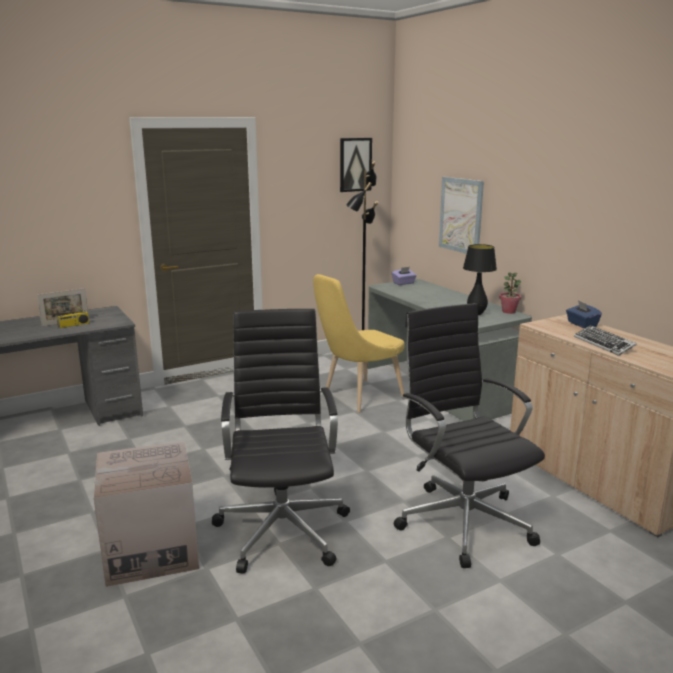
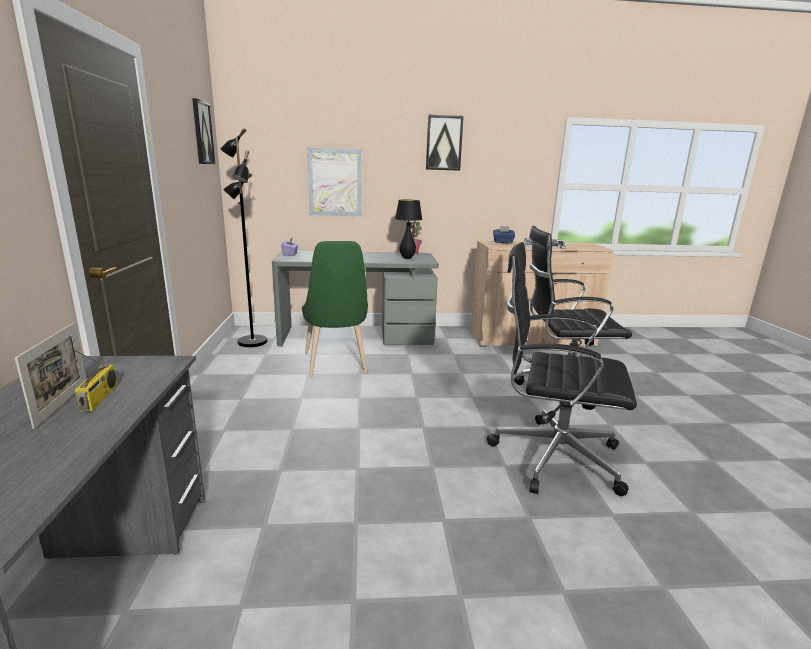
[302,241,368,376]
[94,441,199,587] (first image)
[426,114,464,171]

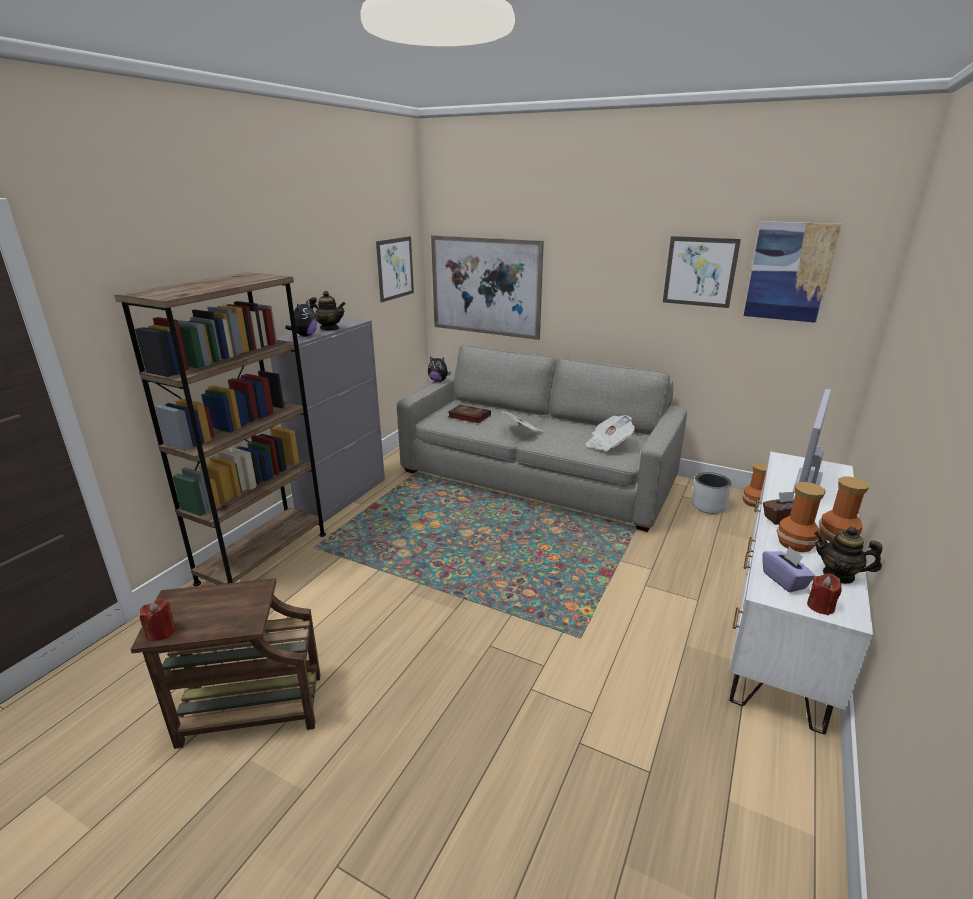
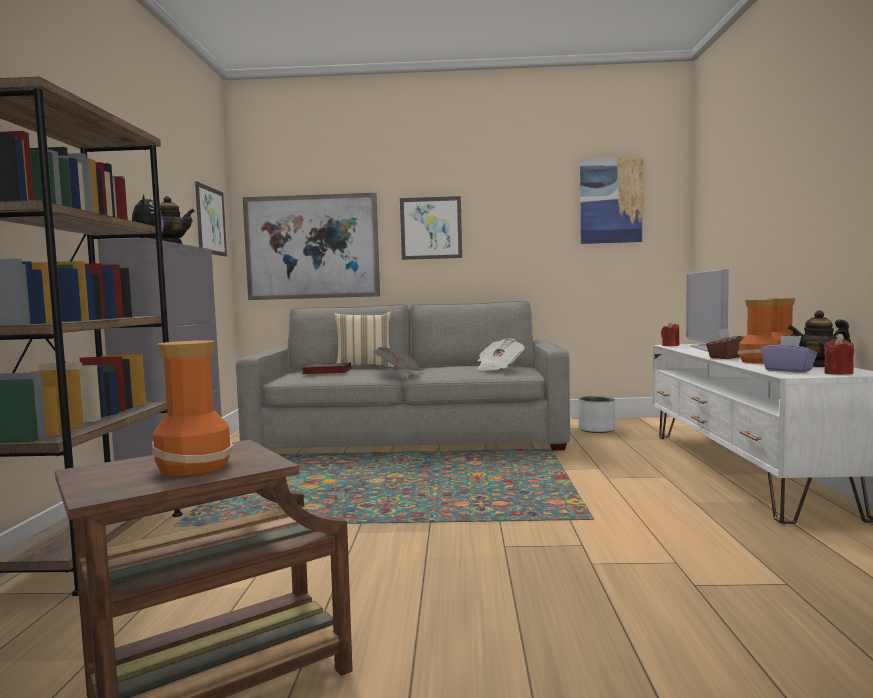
[400,196,462,260]
[428,356,451,382] (first image)
[152,340,233,476]
[661,322,680,346]
[334,311,394,368]

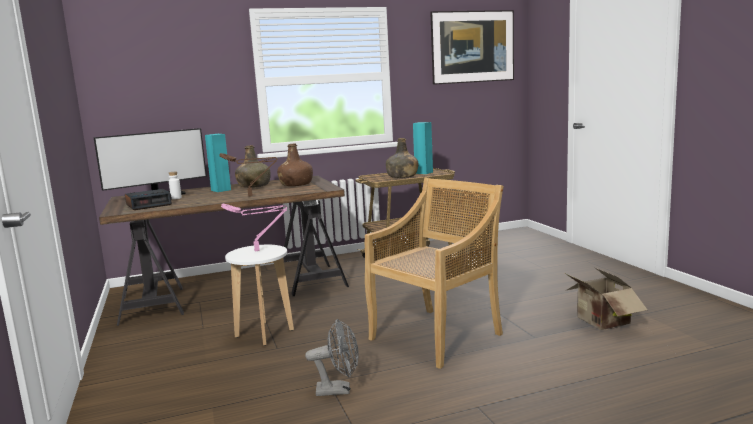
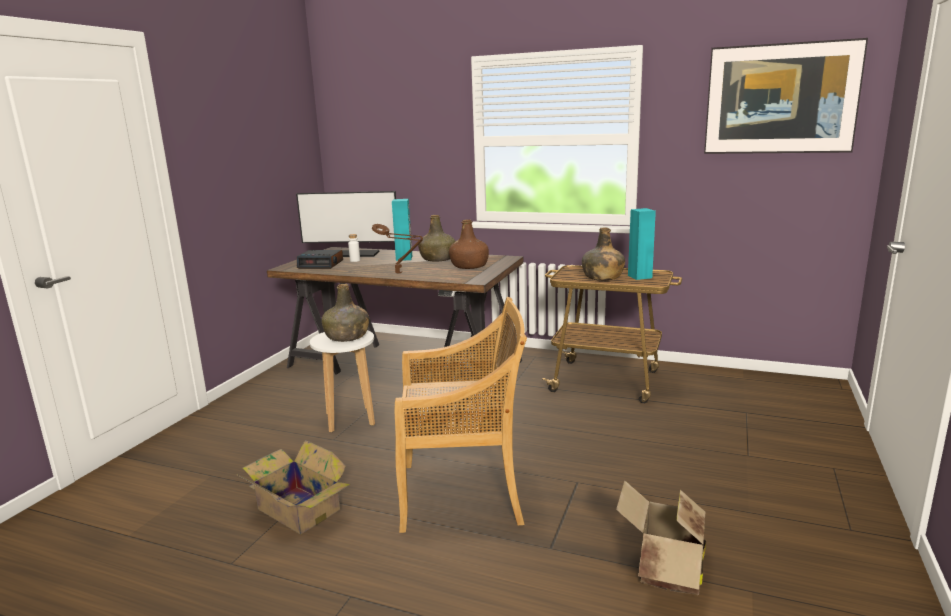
[322,284,369,342]
[236,440,350,535]

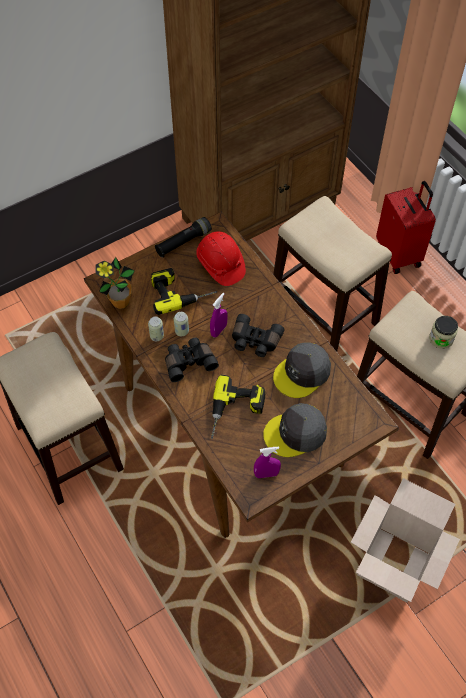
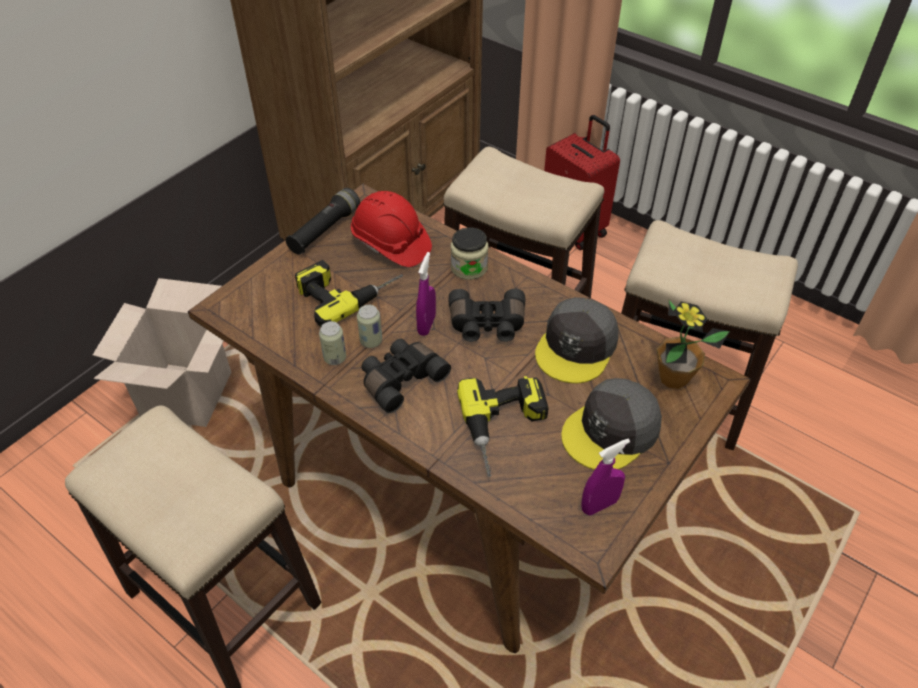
[657,300,730,389]
[451,227,488,280]
[93,278,231,427]

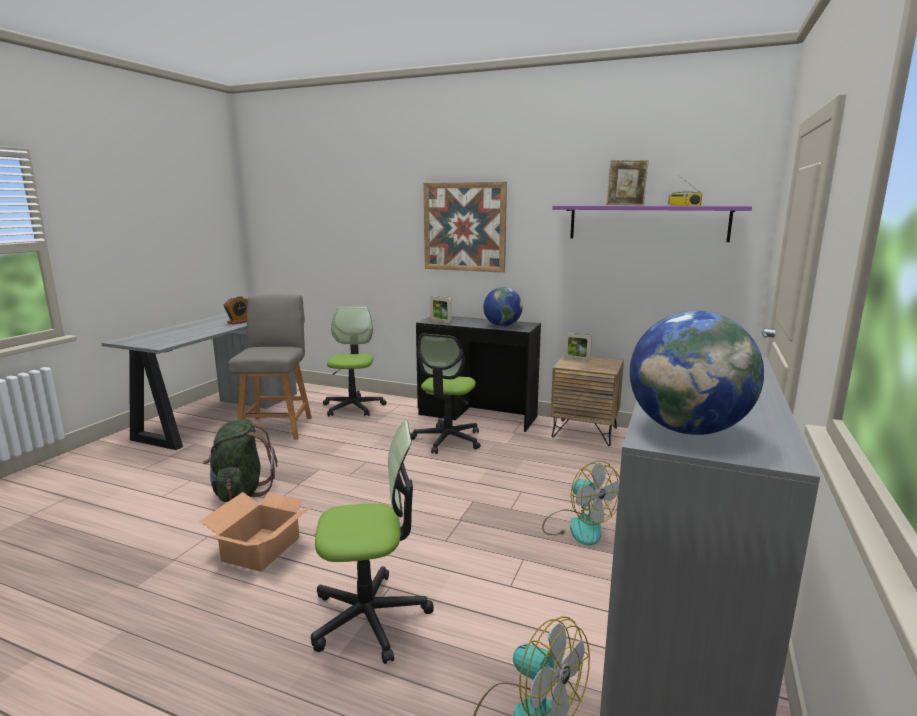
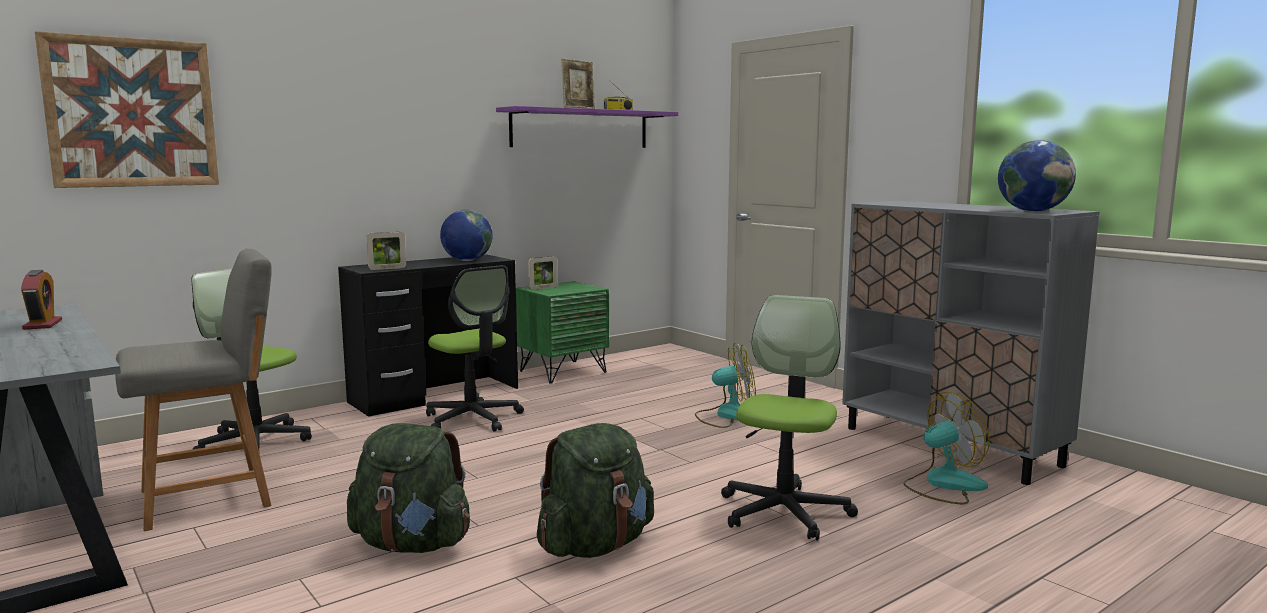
[35,31,219,188]
[115,249,272,531]
[516,281,609,384]
[537,423,654,558]

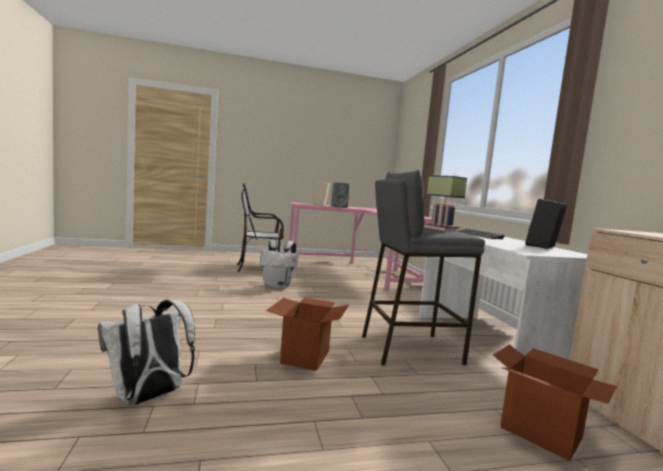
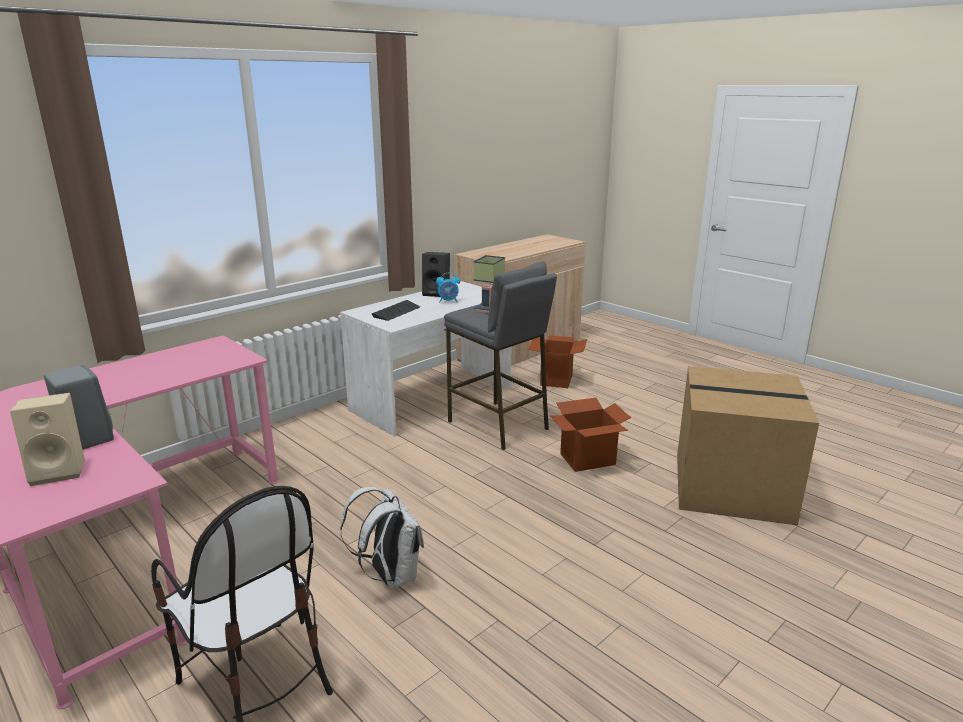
[677,366,819,526]
[436,273,460,303]

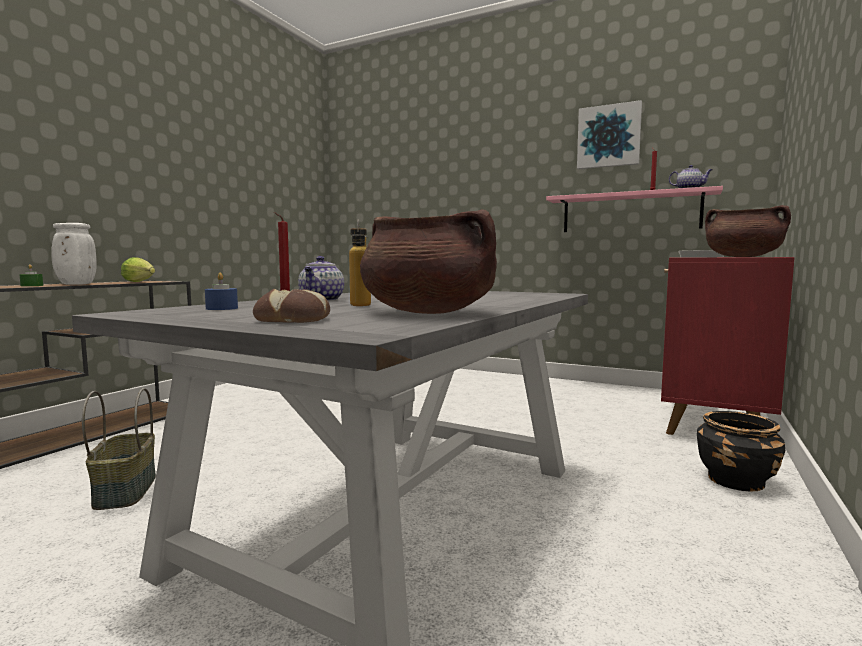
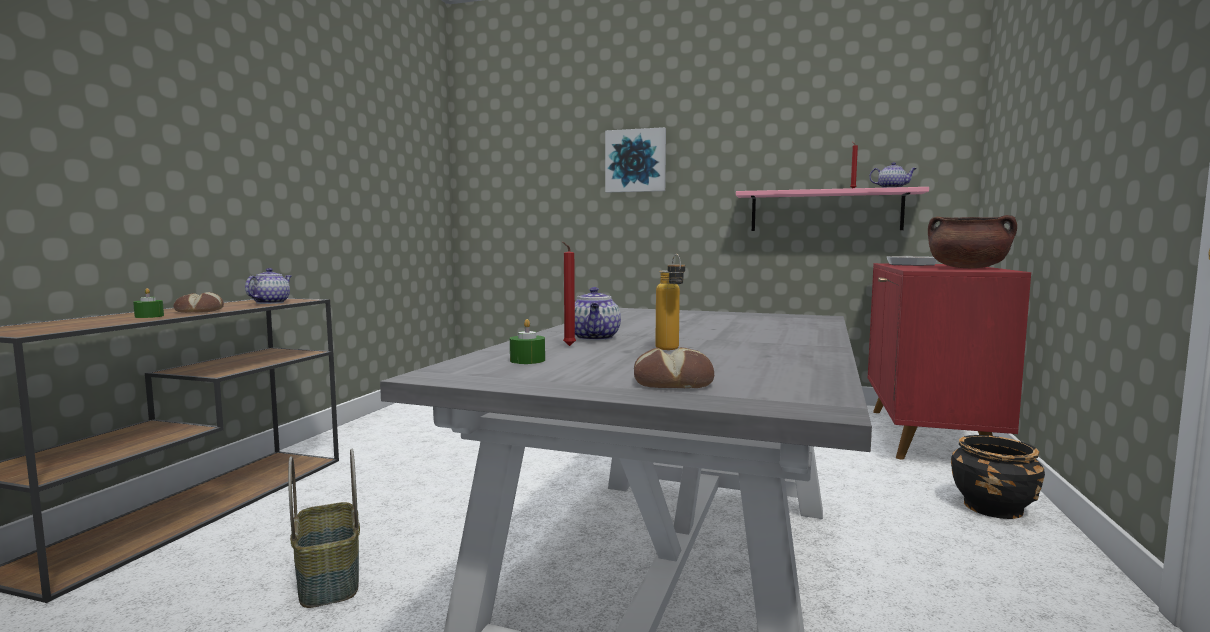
[605,127,666,192]
[360,209,497,314] (first image)
[173,292,224,313]
[245,268,291,304]
[510,319,545,364]

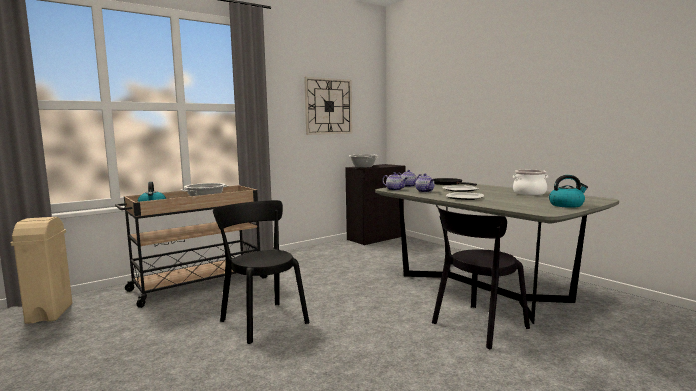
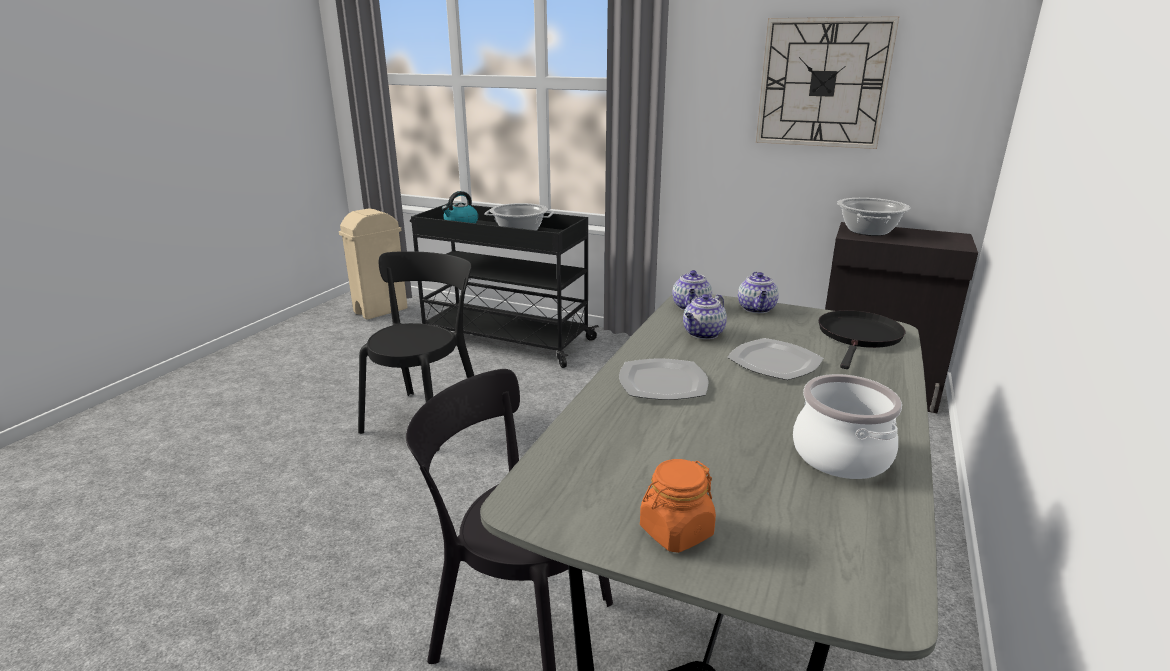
[640,459,716,553]
[410,203,599,368]

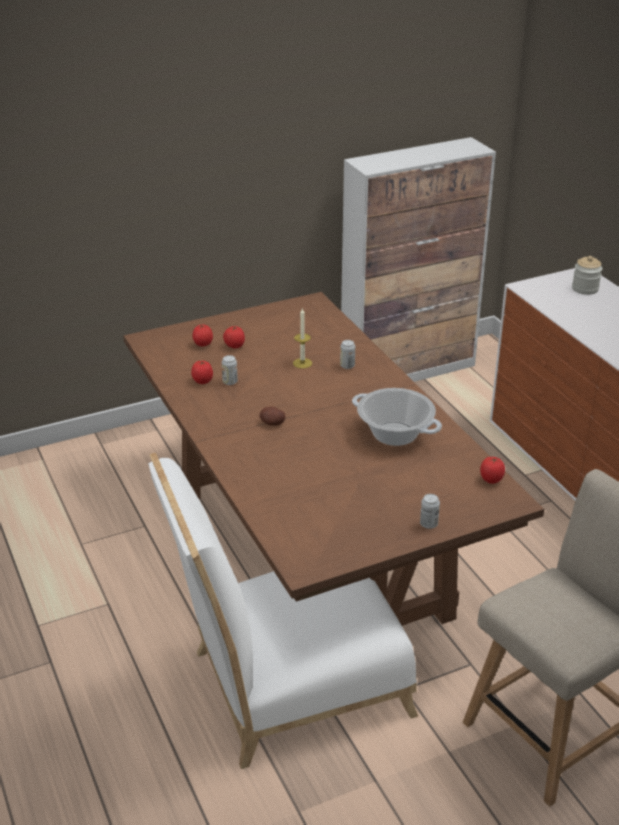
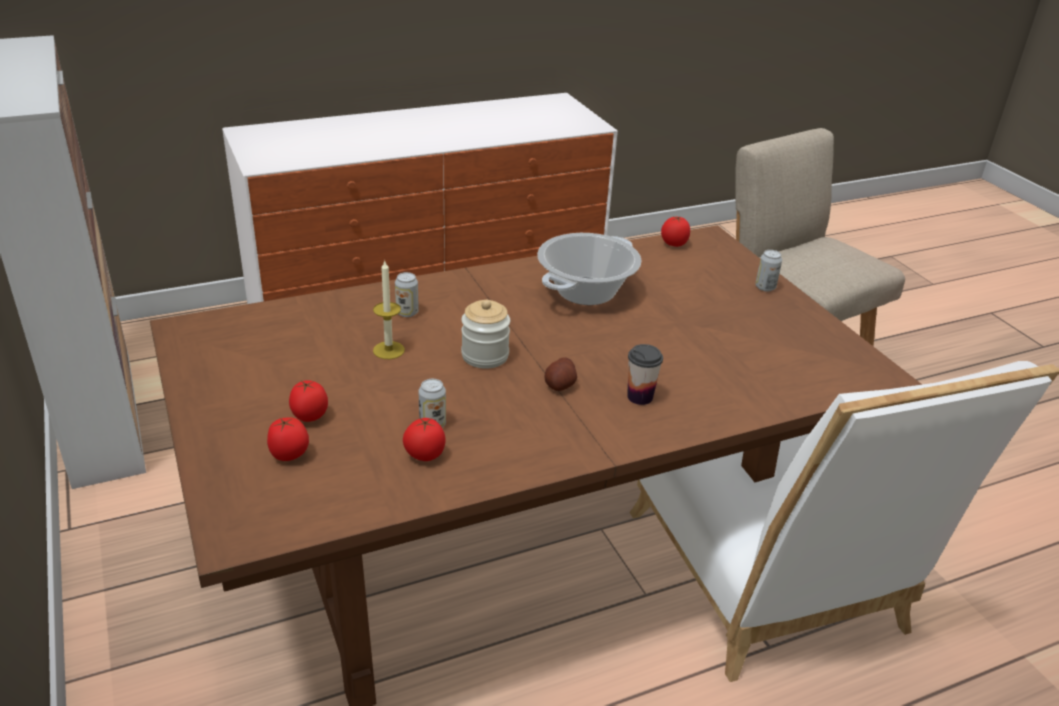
[461,300,510,369]
[627,344,663,405]

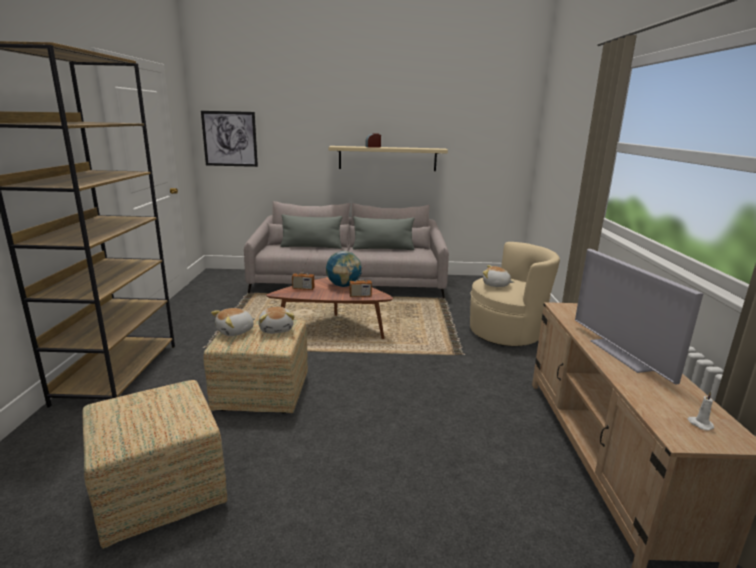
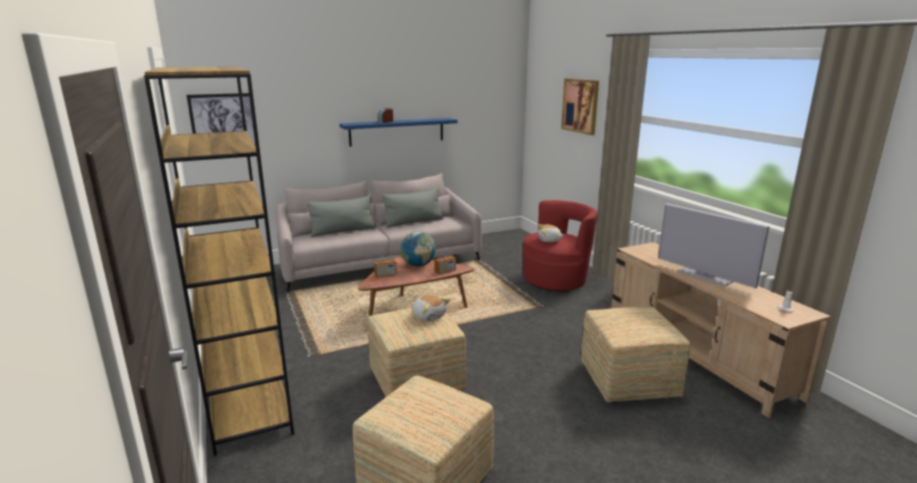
[339,118,457,147]
[522,200,597,291]
[211,308,256,336] (first image)
[561,78,599,135]
[581,307,690,403]

